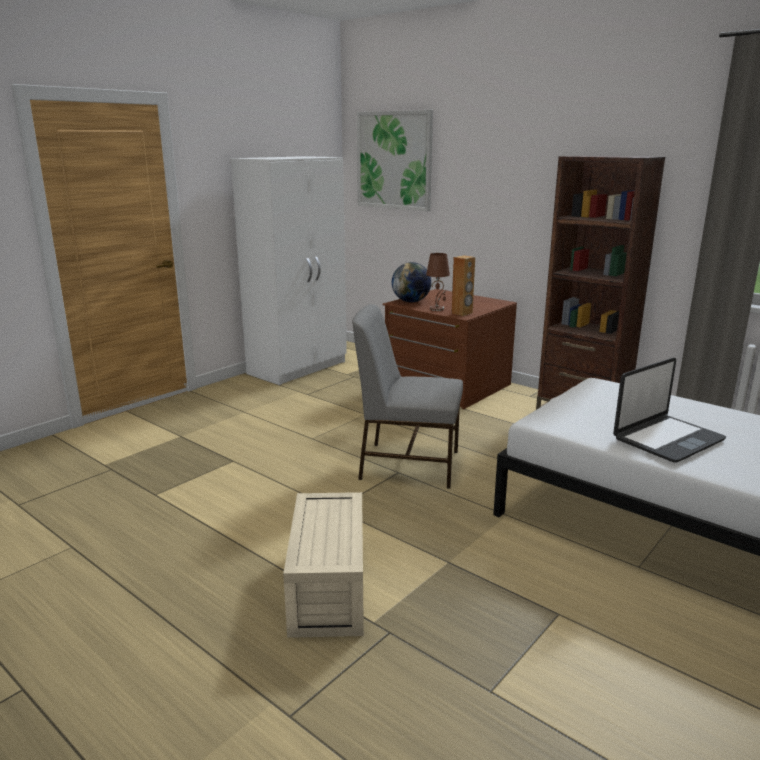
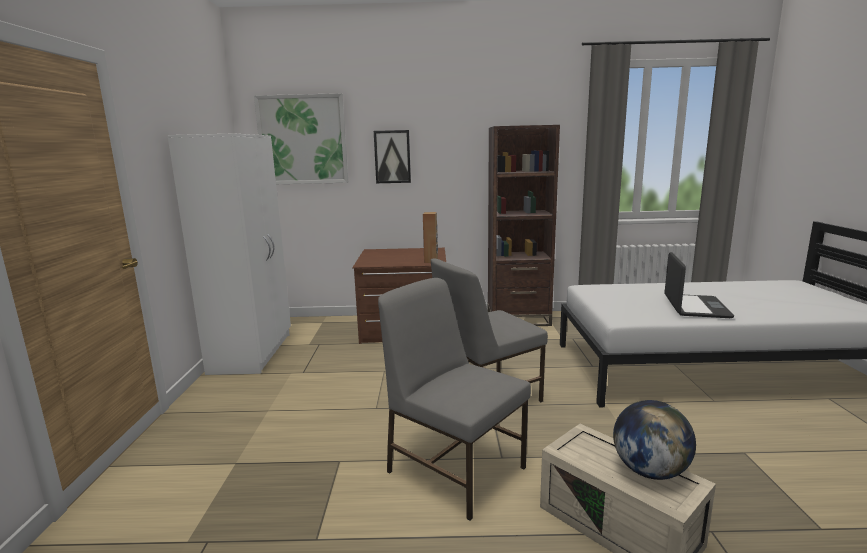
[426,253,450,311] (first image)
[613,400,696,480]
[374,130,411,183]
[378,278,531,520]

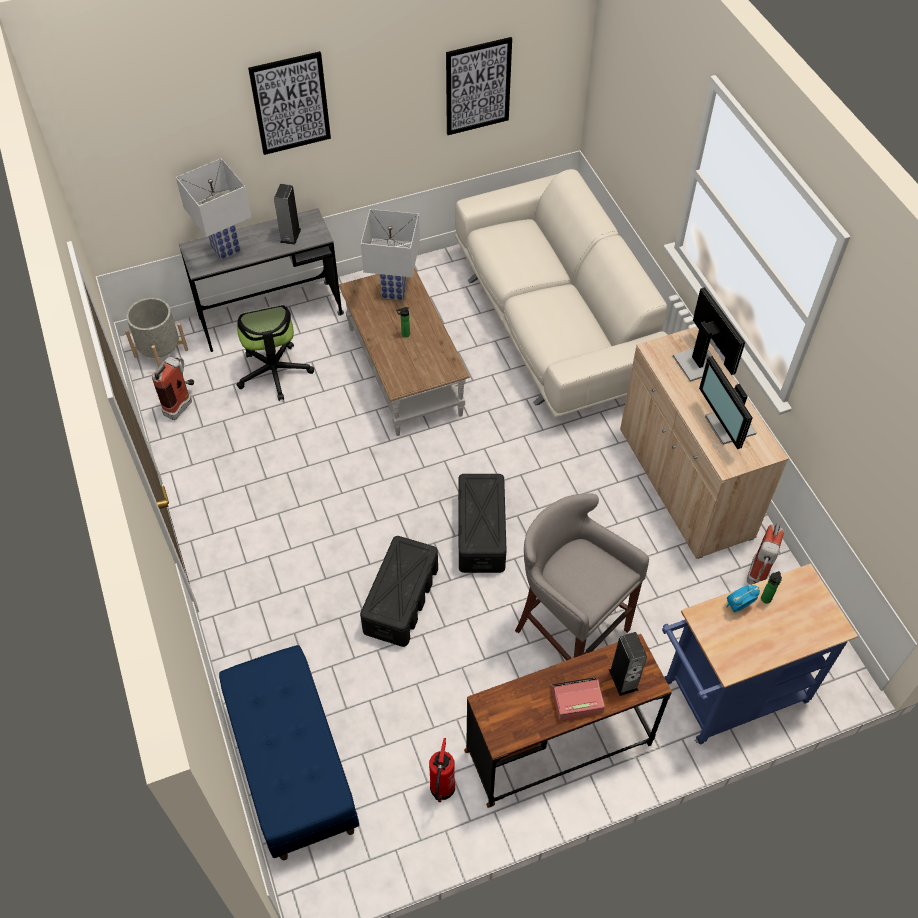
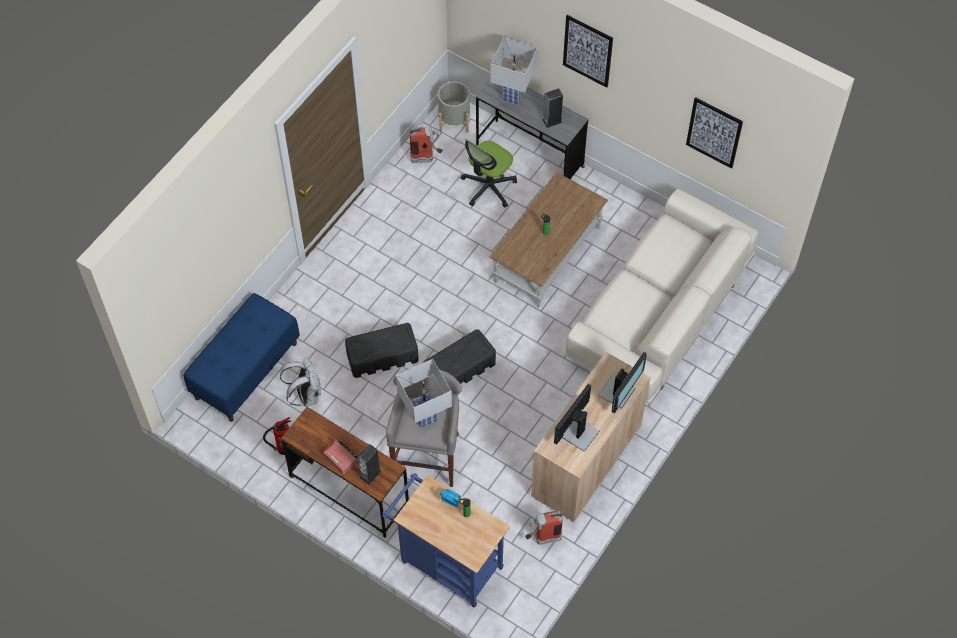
[396,359,452,428]
[280,357,321,407]

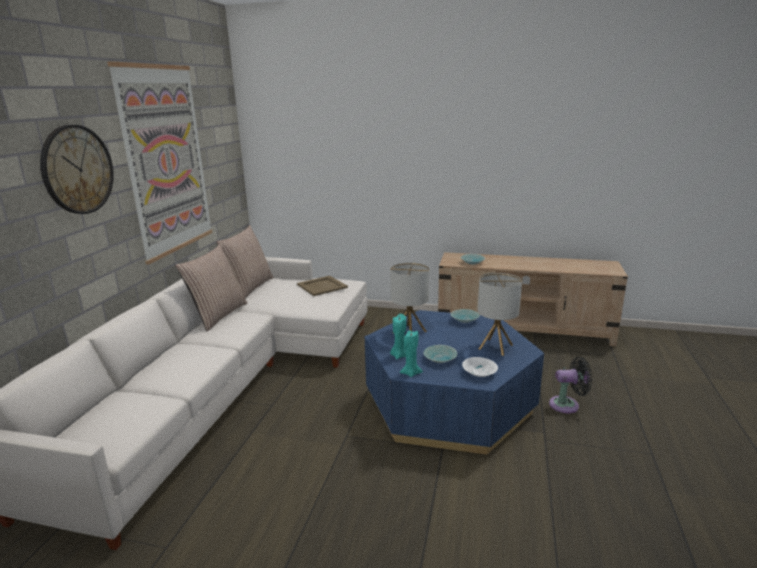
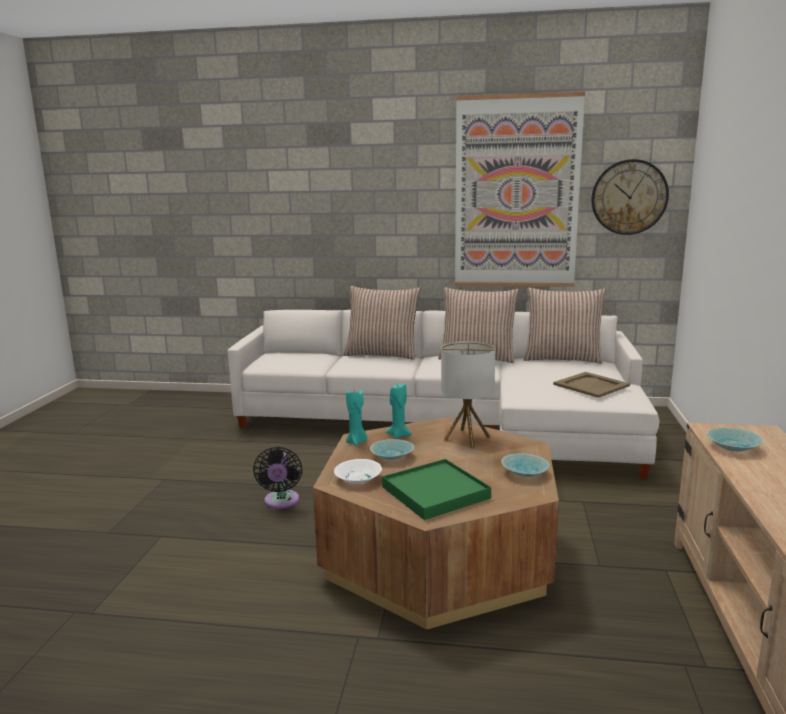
[591,159,669,235]
[382,459,491,520]
[313,417,559,630]
[253,447,303,509]
[344,286,421,360]

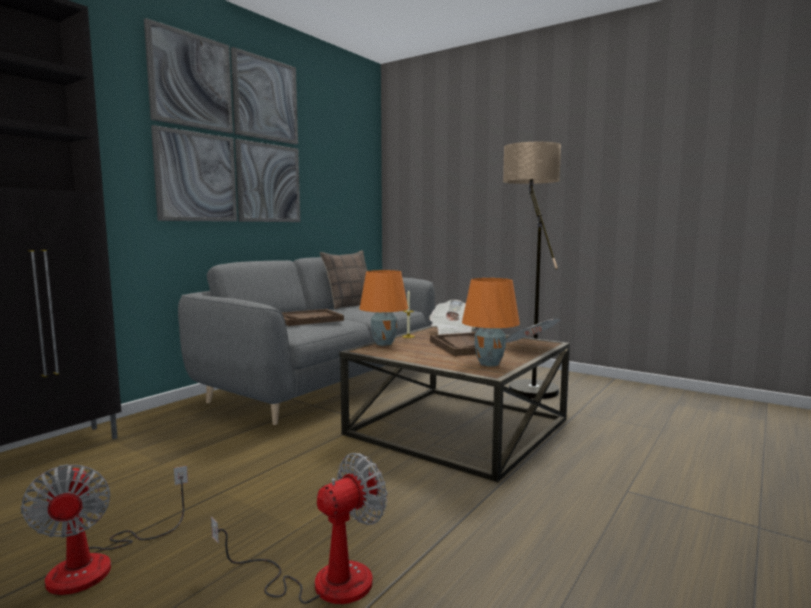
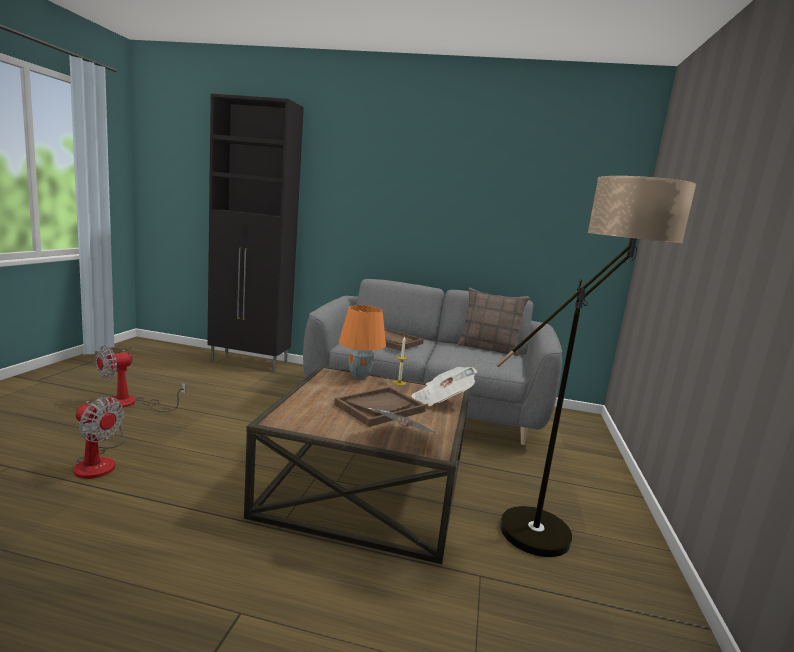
[144,18,300,222] (first image)
[462,278,520,367] (first image)

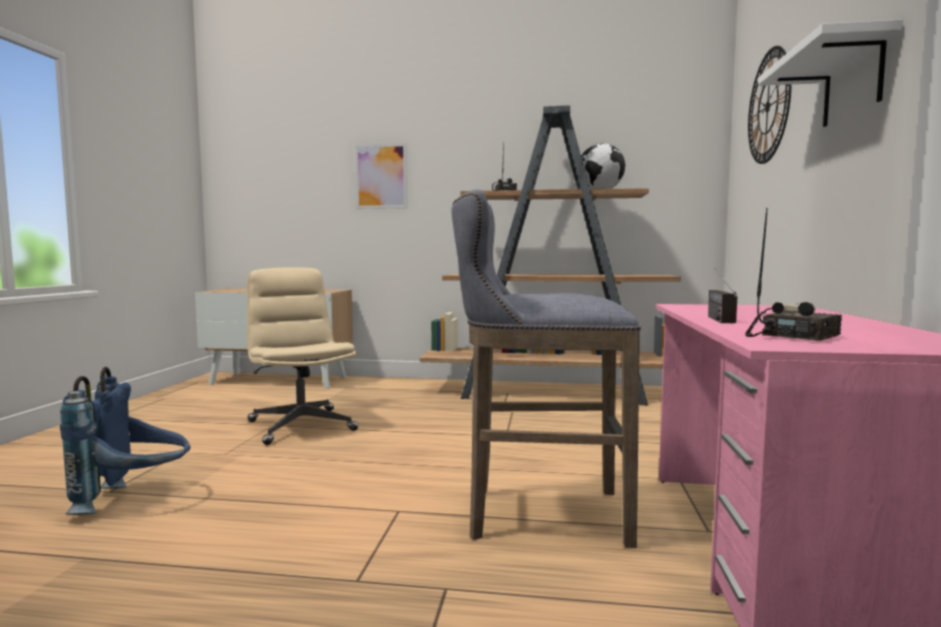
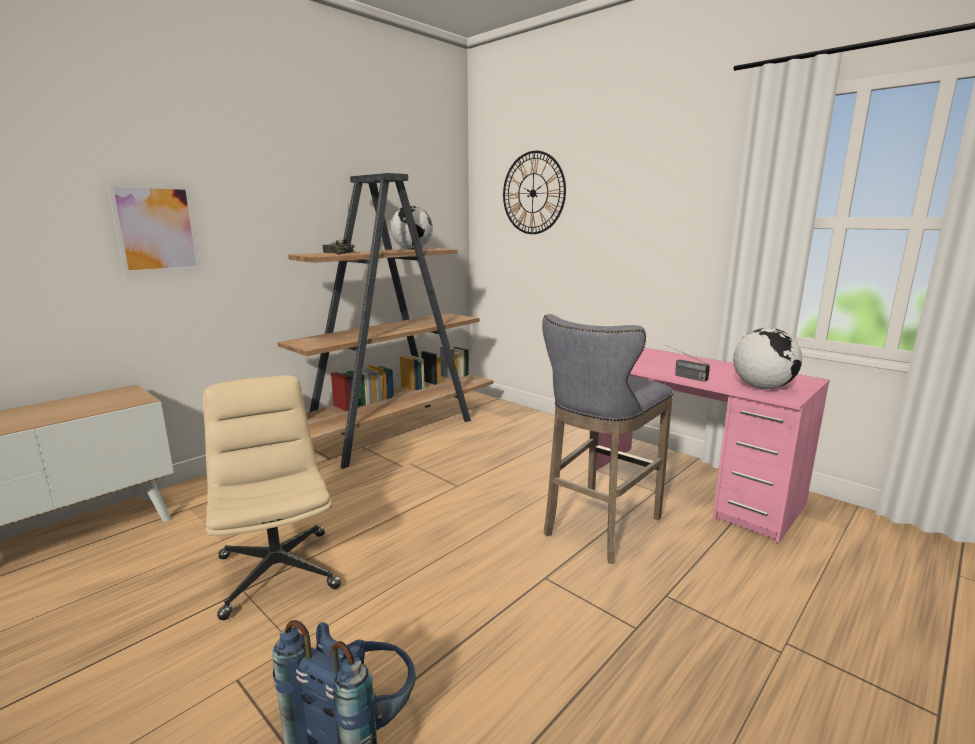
[758,19,903,127] (first image)
[733,328,802,389]
[203,375,341,620]

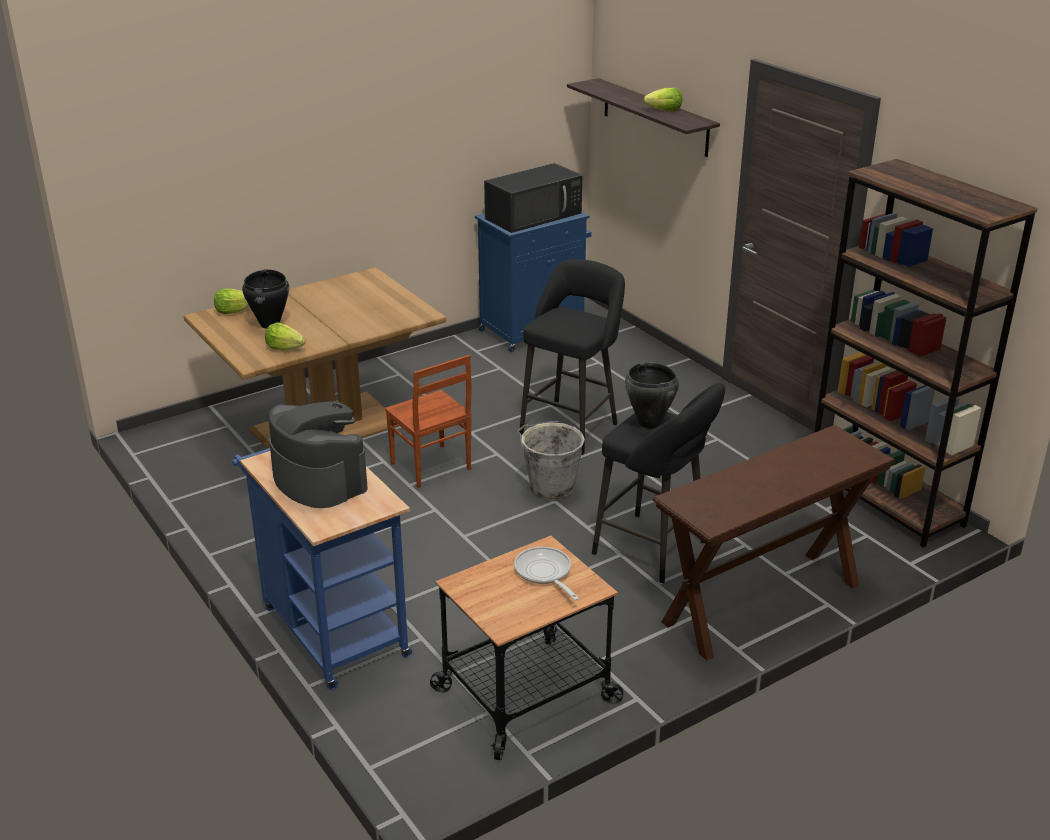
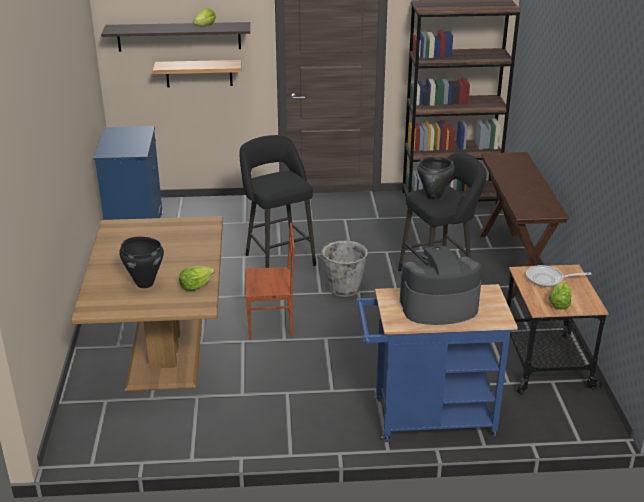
[484,163,583,233] (first image)
[549,282,571,309]
[153,60,242,88]

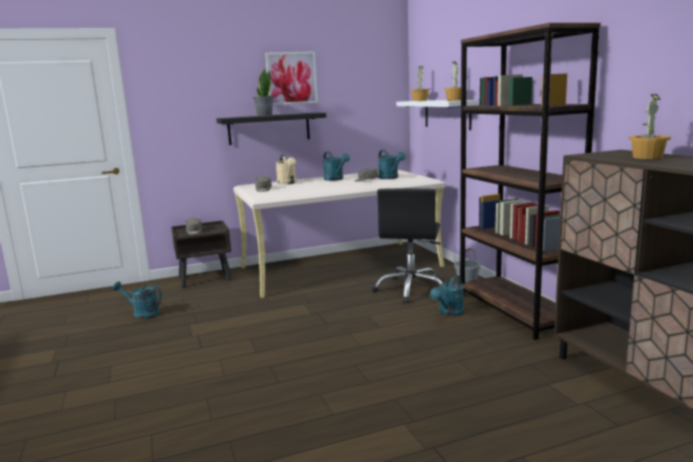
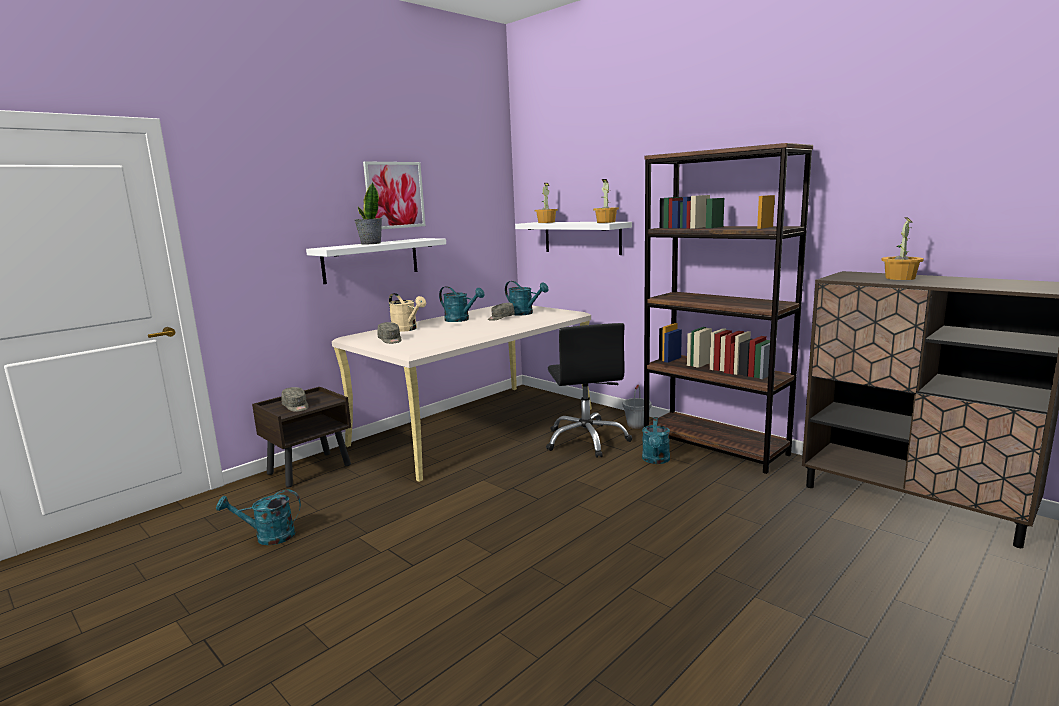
[306,238,446,284]

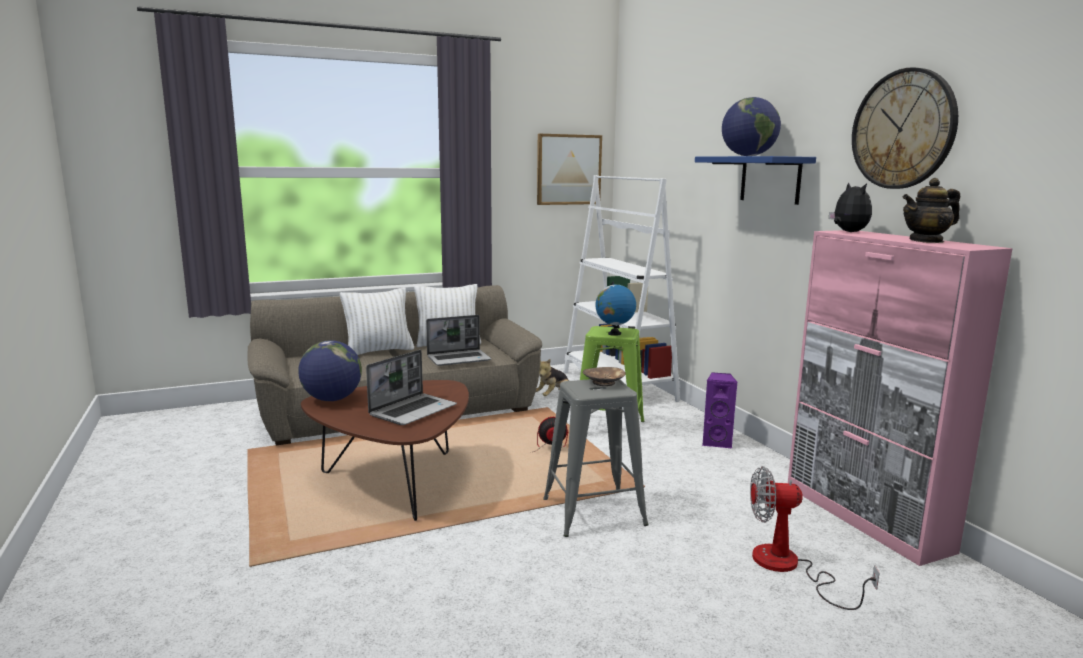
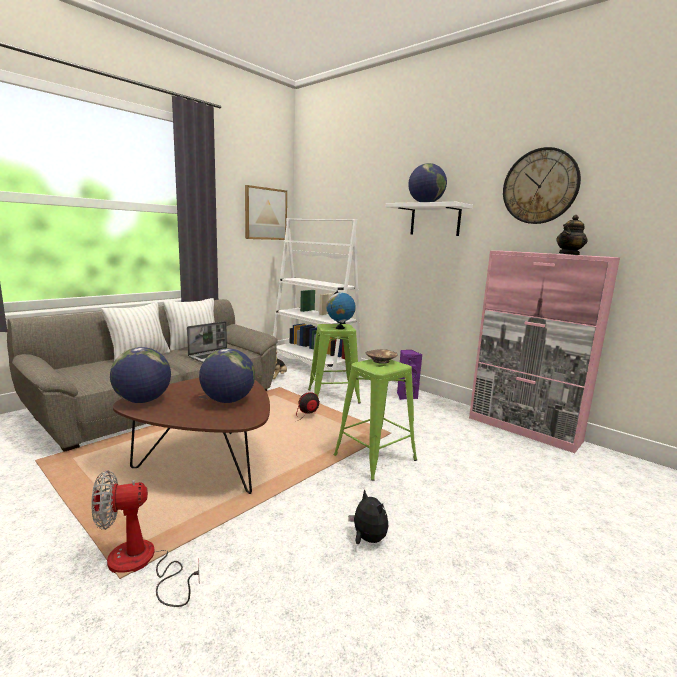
[386,202,473,236]
[348,489,388,544]
[199,348,255,403]
[334,359,417,481]
[91,470,200,607]

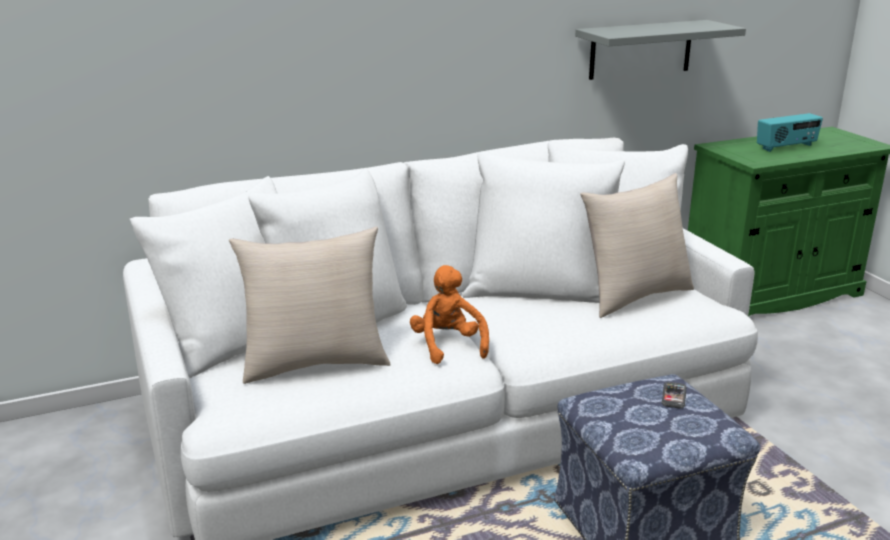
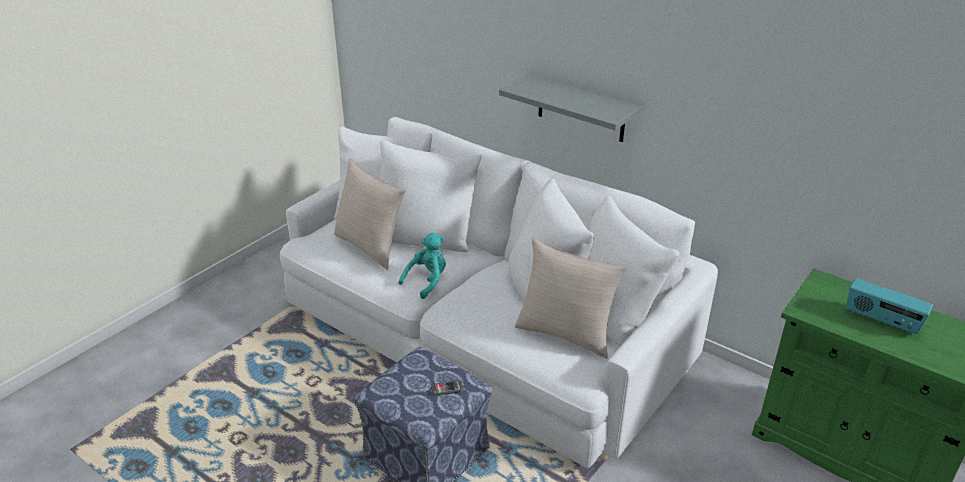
[499,74,642,142]
[398,233,446,299]

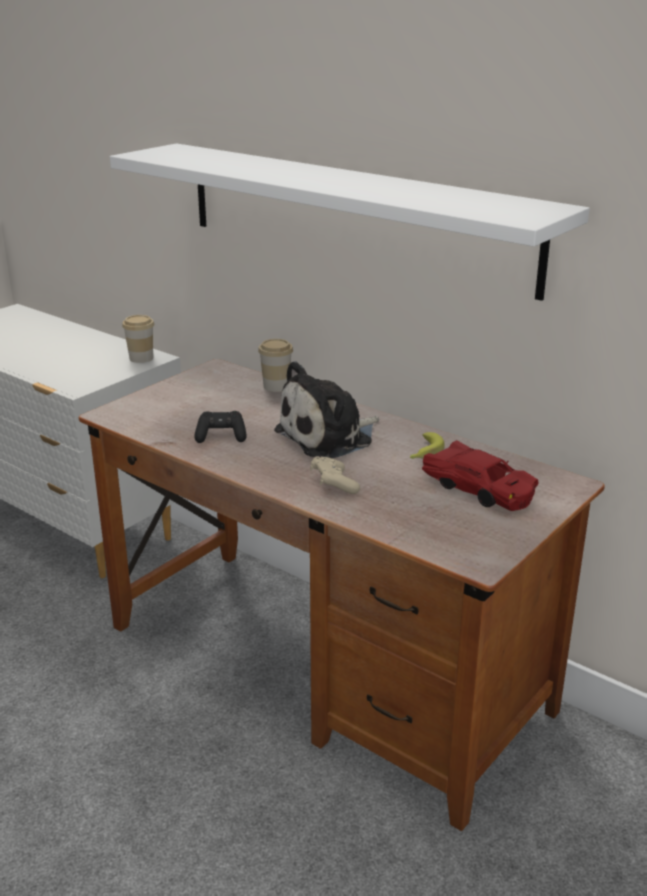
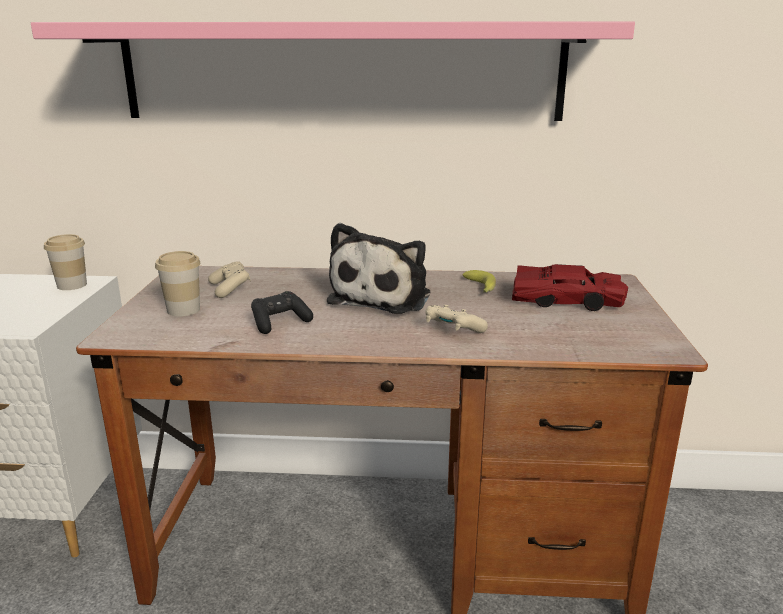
[31,21,635,121]
[155,251,200,316]
[208,261,251,298]

